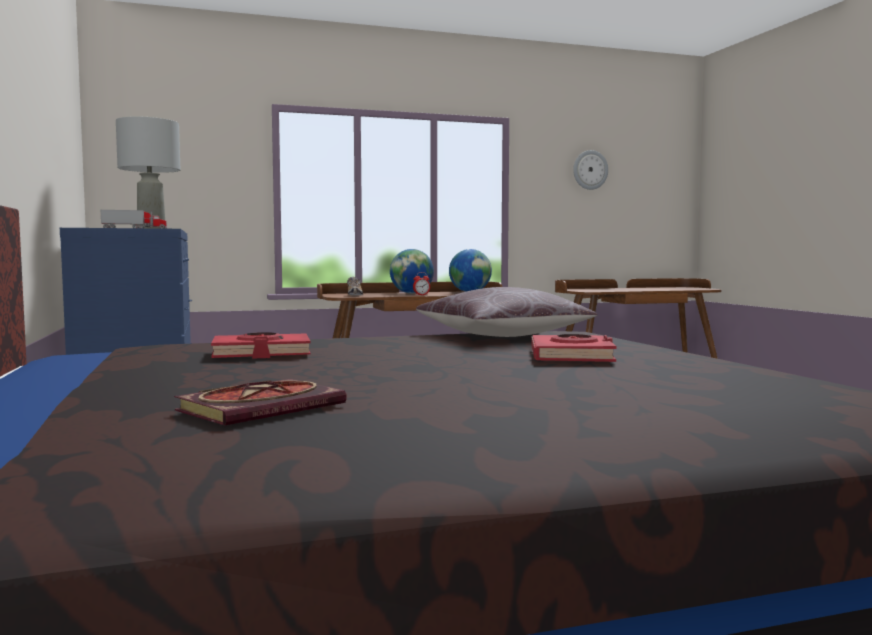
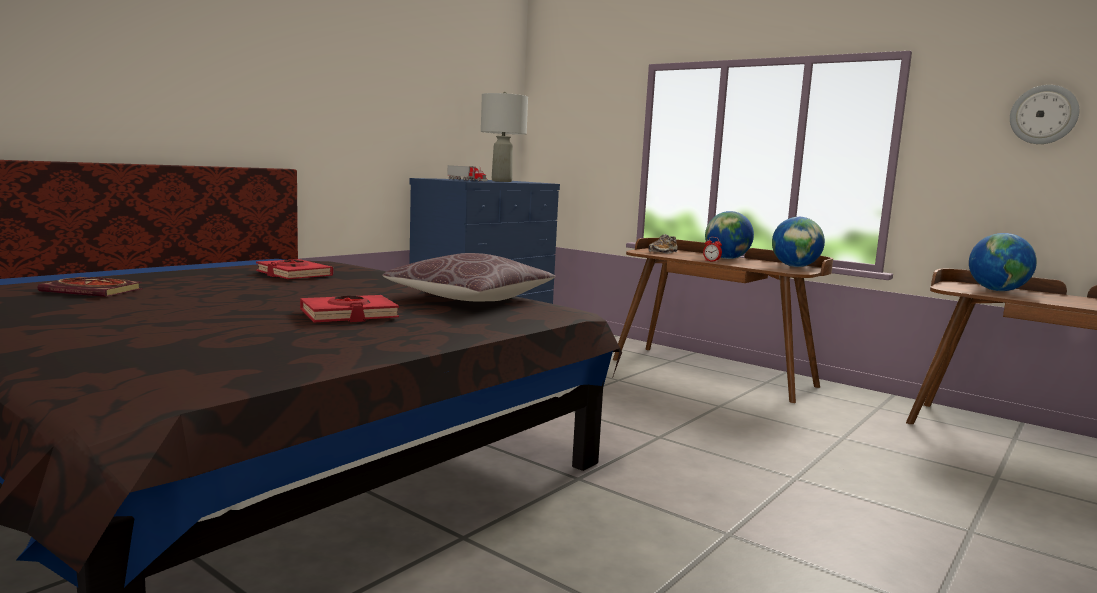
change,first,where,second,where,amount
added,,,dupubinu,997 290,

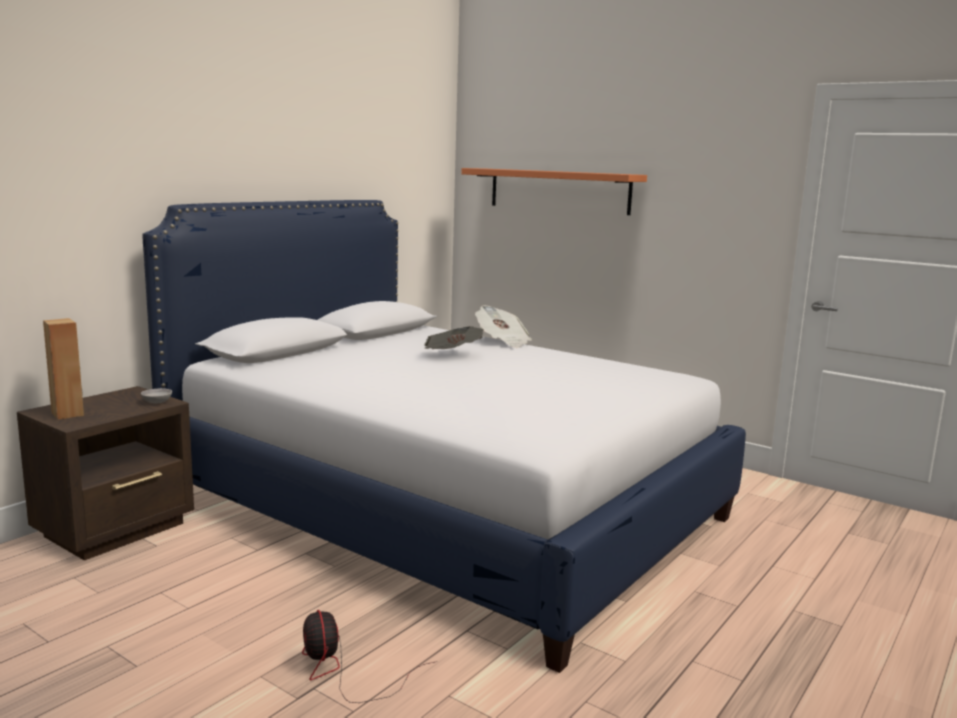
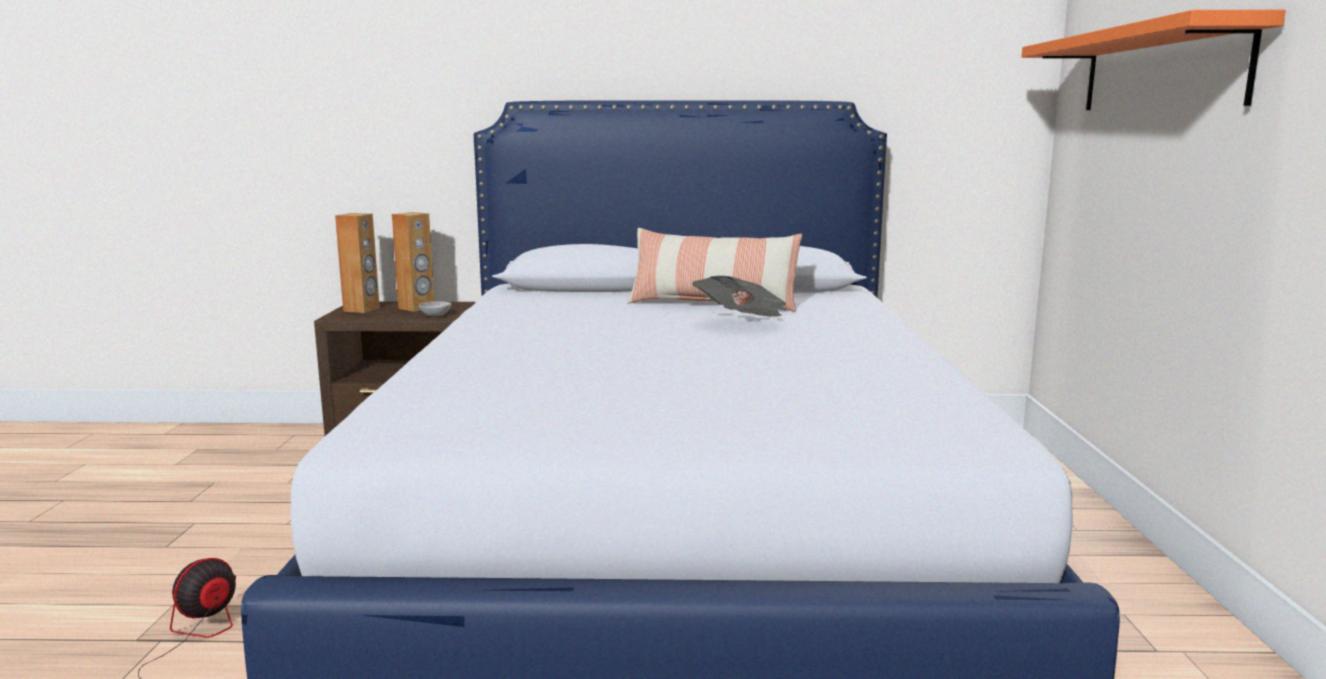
change,first,where,second,where,amount
removed,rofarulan,503 342,,,
added,,,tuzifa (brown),416 308,
added,,,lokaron,713 304,

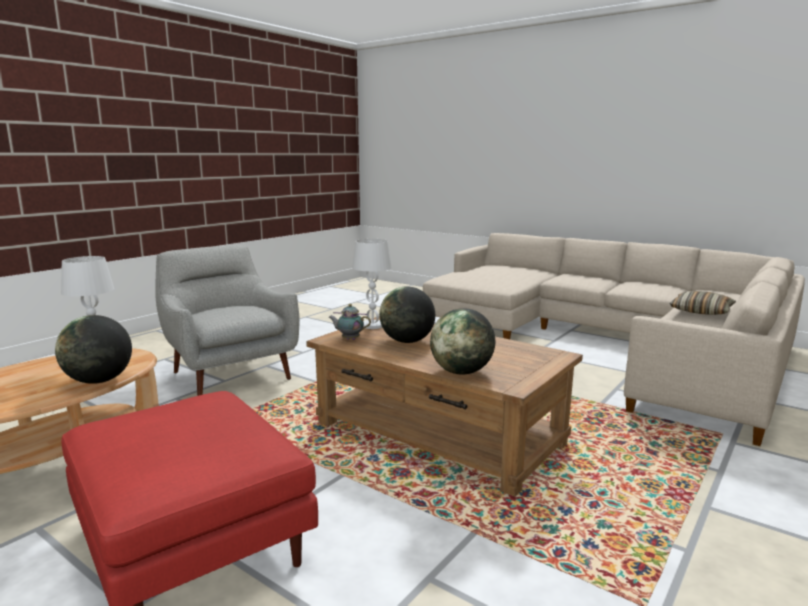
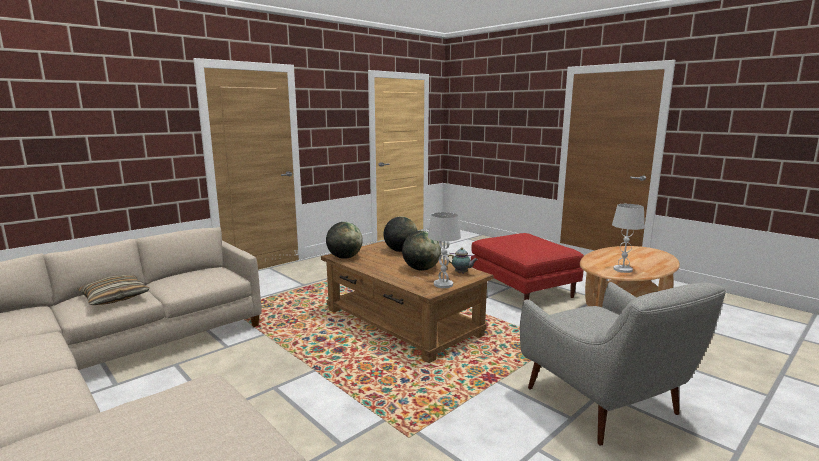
change,first,where,second,where,amount
moved,dupubinu,99 381,,344 257,

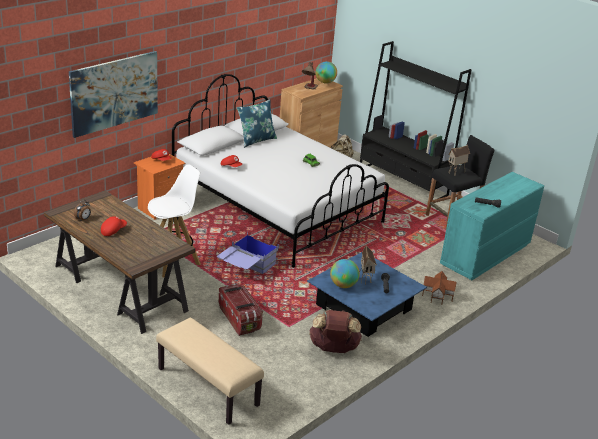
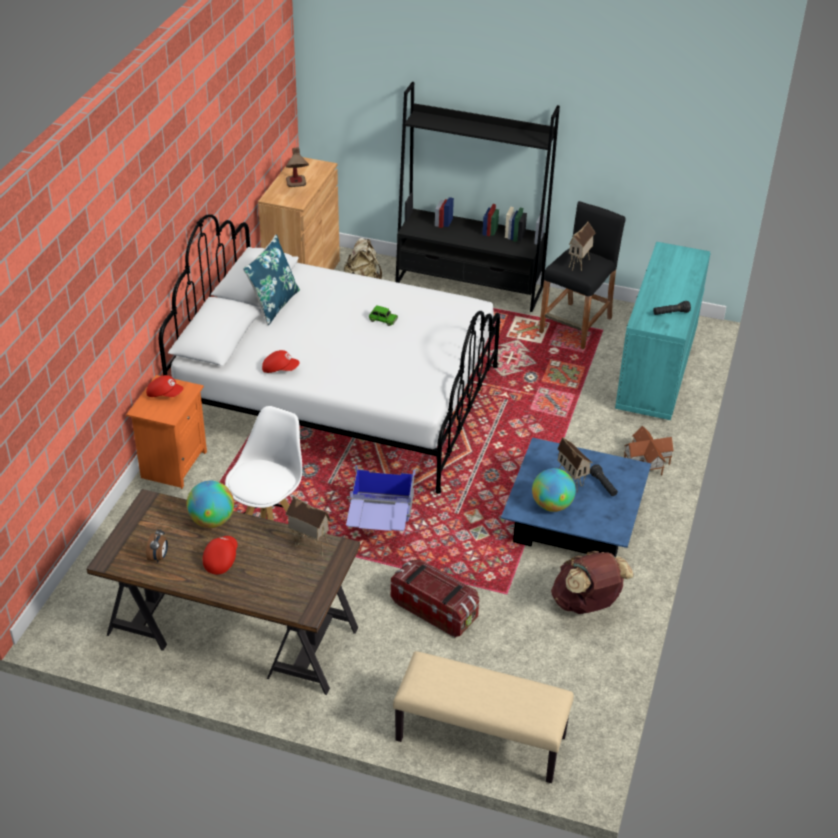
change,first,where,second,where,amount
removed,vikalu,114 93,,,
moved,dupubinu,325 82,,212 521,
added,,,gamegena,309 546,

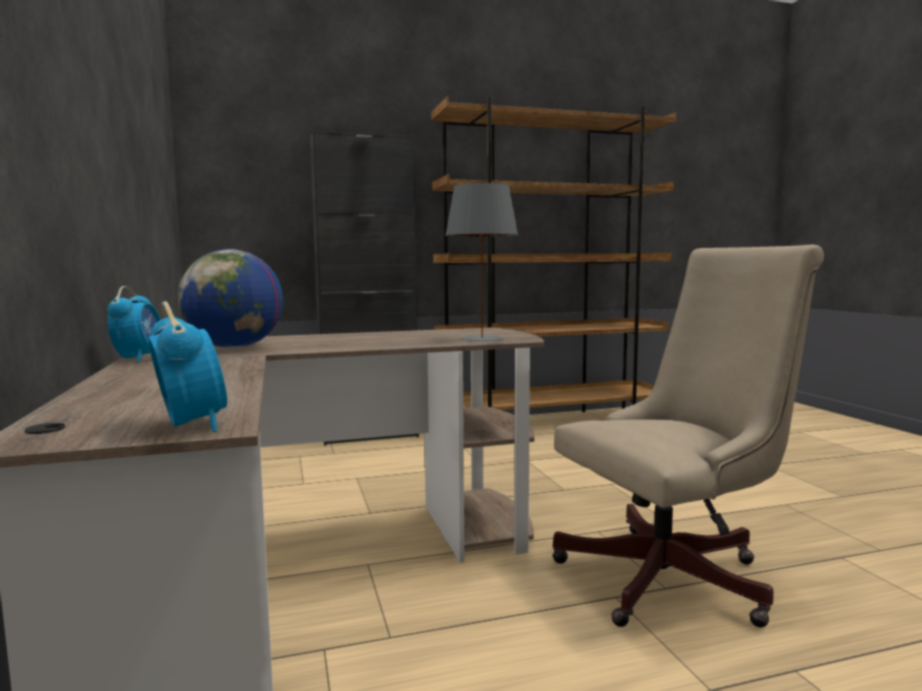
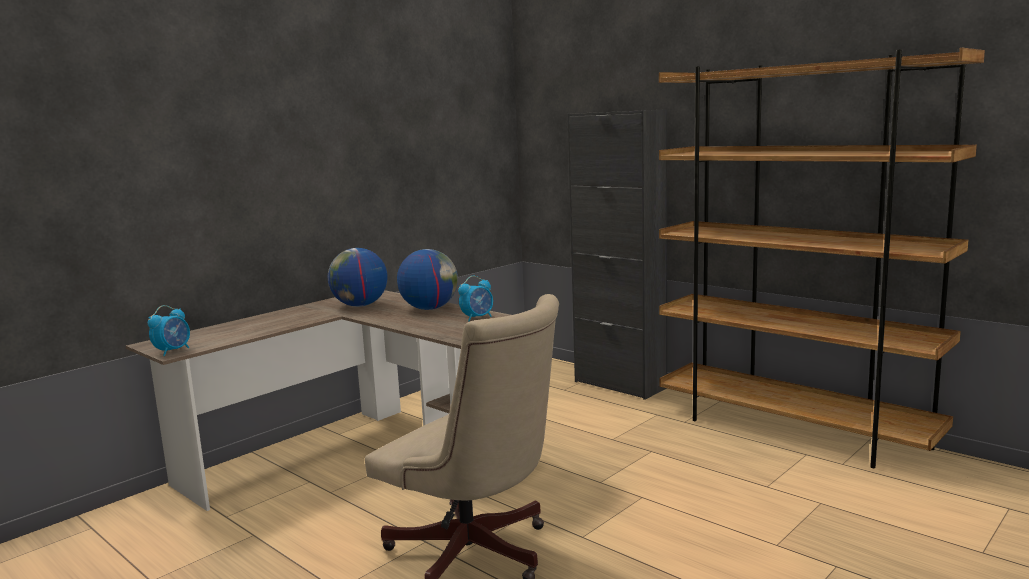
change,first,where,second,where,amount
moved,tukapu,139 359,,477 318,
removed,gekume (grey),481 339,,,
added,,,dupubinu,429 308,

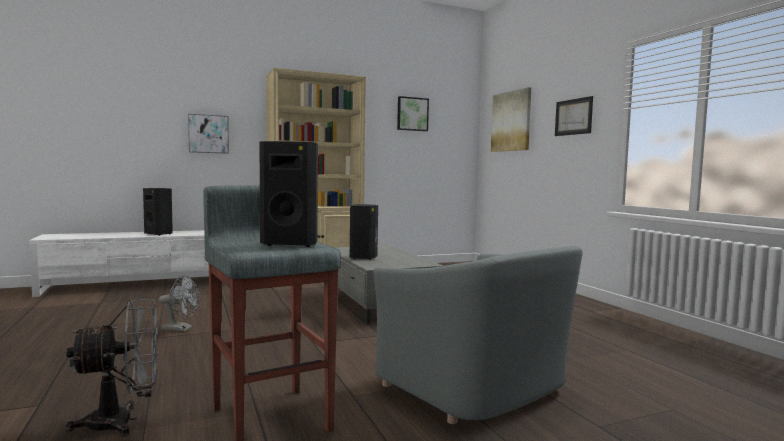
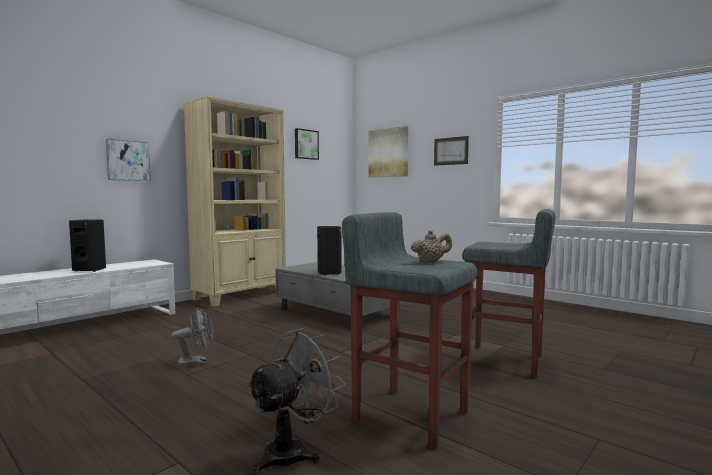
change,first,where,second,where,amount
replaced,tuzifa (black),292 244,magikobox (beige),431 261,
replaced,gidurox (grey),476 388,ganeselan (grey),505 361,

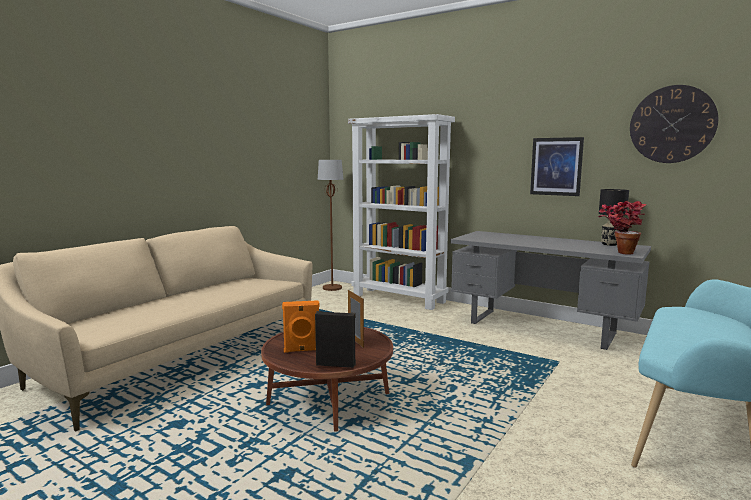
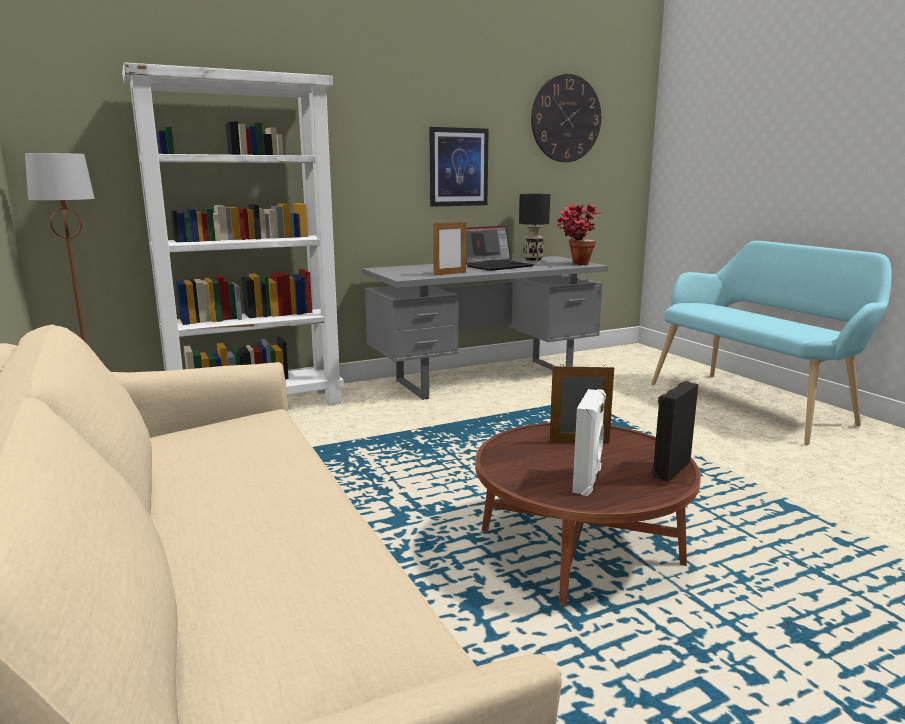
change,first,where,second,where,amount
recoloured,tuzifa (orange),302 350,tuzifa (white),588 481,
added,,,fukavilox,450 274,
added,,,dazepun,497 266,

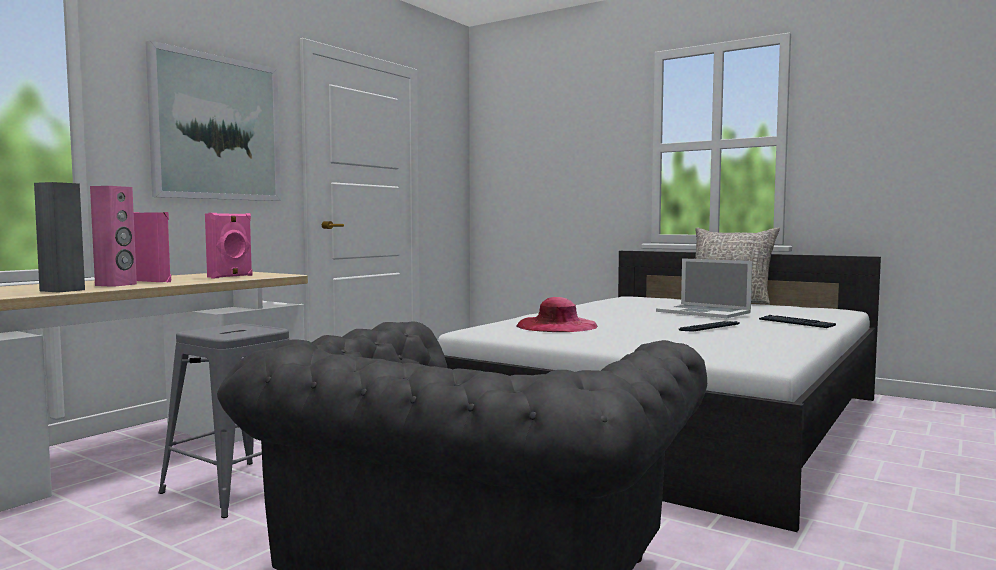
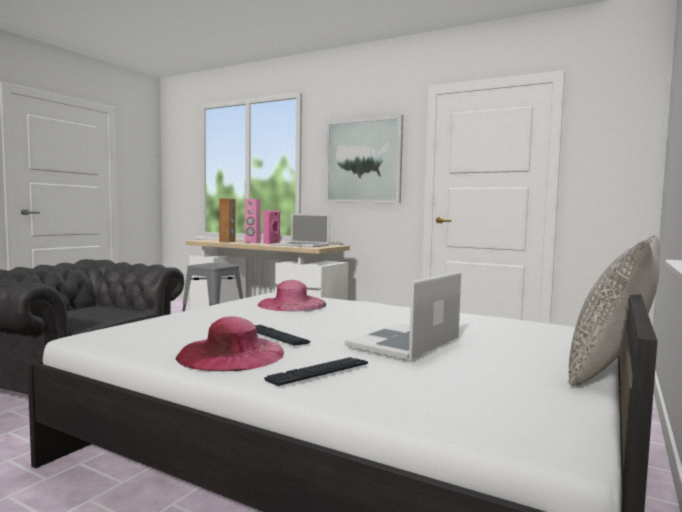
change,first,where,second,where,amount
recoloured,tuzifa (grey),63 290,tuzifa (brown),227 241,
replaced,tuzifa (pink),231 276,dazepun,301 245,
added,,,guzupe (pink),231 354,

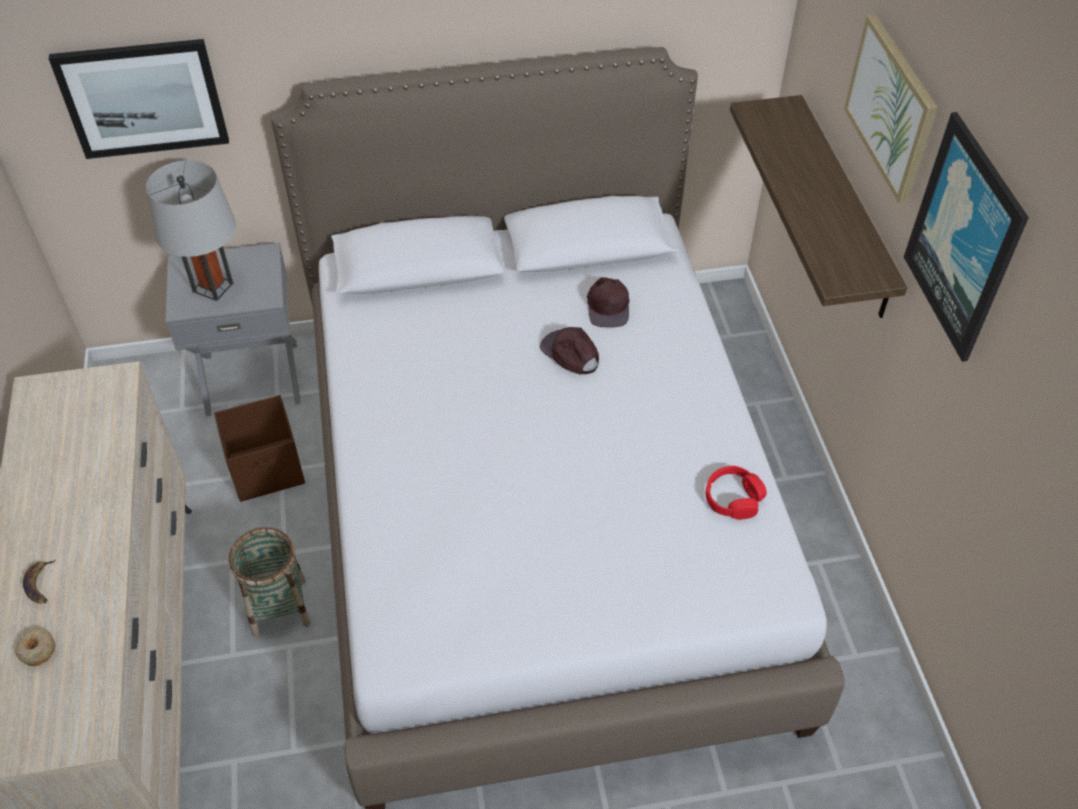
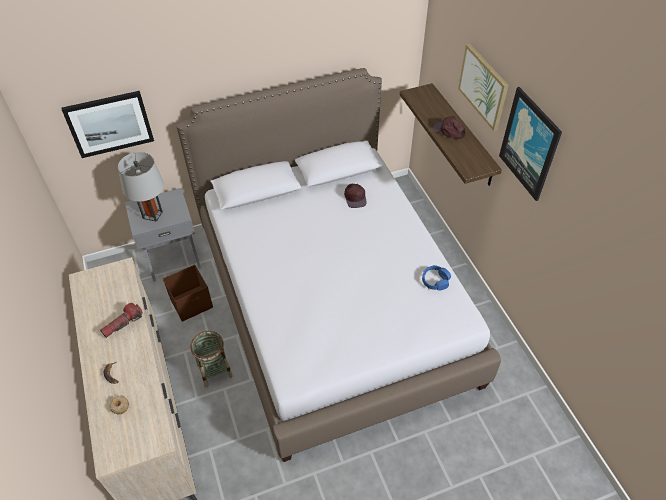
change,first,where,second,where,amount
moved,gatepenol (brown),570 354,,449 131,
recoloured,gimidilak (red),733 498,gimidilak (blue),435 281,
added,,,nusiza,123 324,

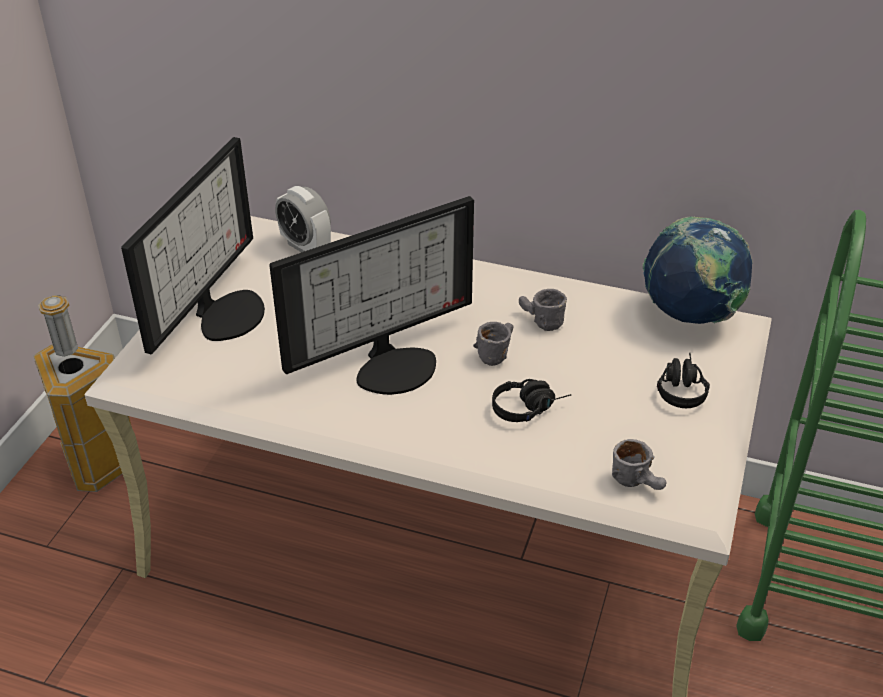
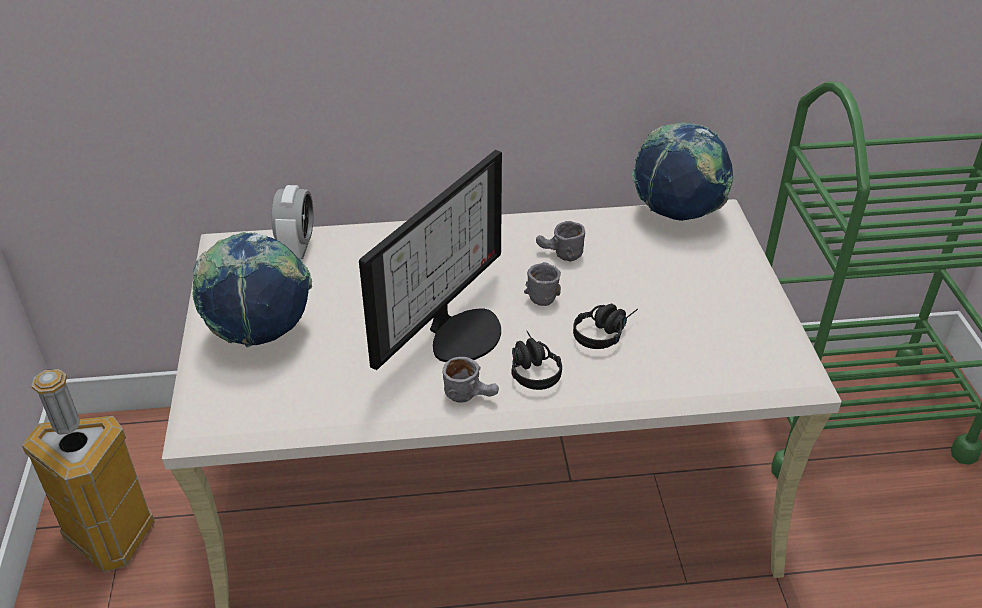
change,first,where,second,where,amount
replaced,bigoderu,224 313,dupubinu,260 332,
turned,tukapu,305 247,,297 247,105 degrees counterclockwise
moved,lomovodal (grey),639 482,,471 395,
moved,gimidilak (black),680 387,,531 368,

